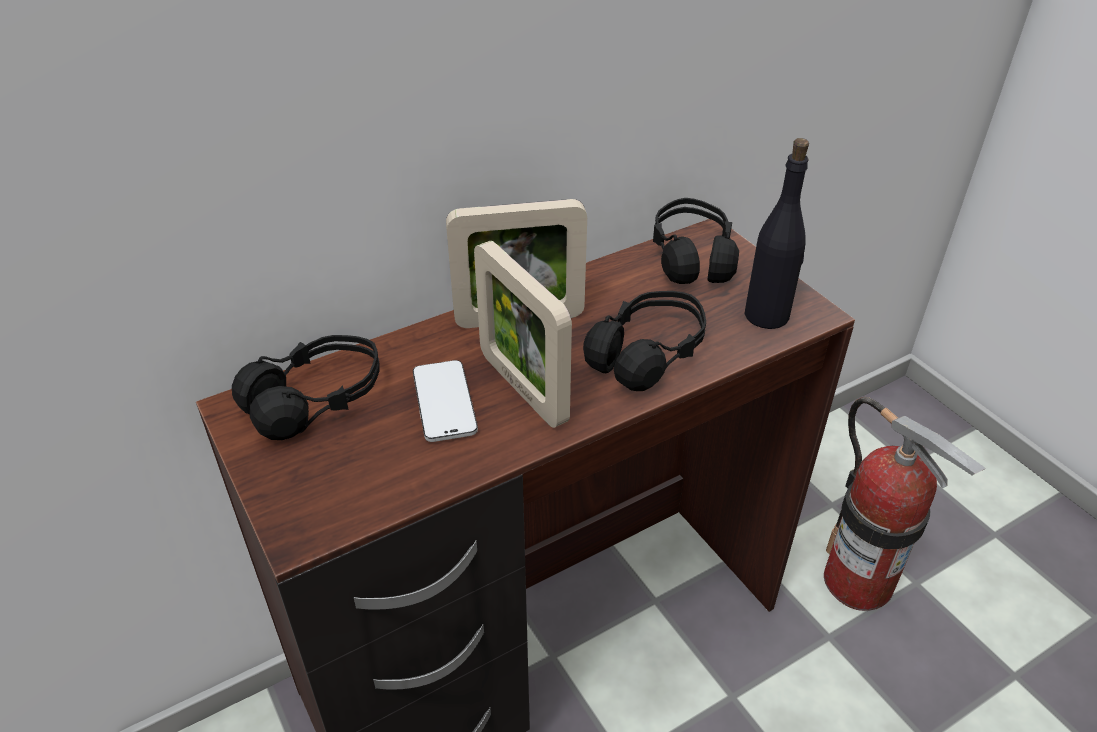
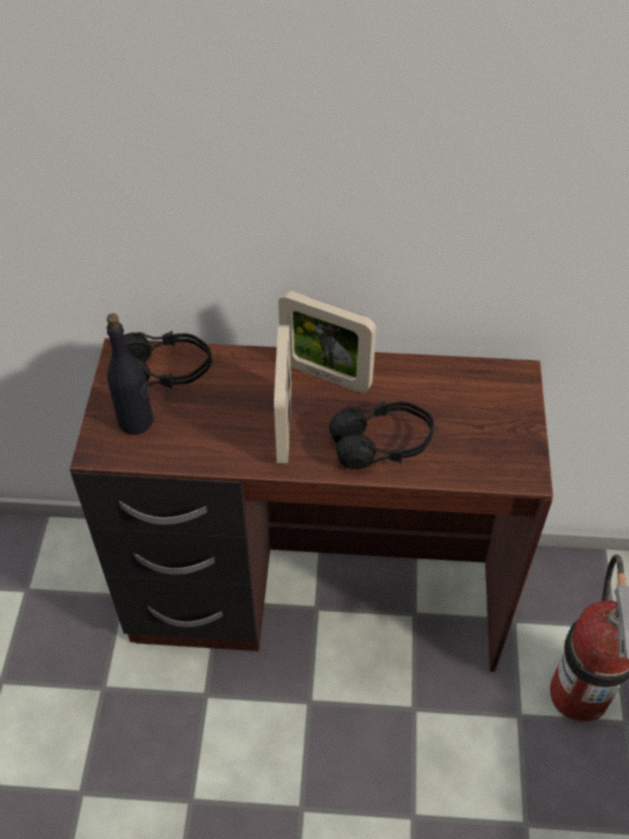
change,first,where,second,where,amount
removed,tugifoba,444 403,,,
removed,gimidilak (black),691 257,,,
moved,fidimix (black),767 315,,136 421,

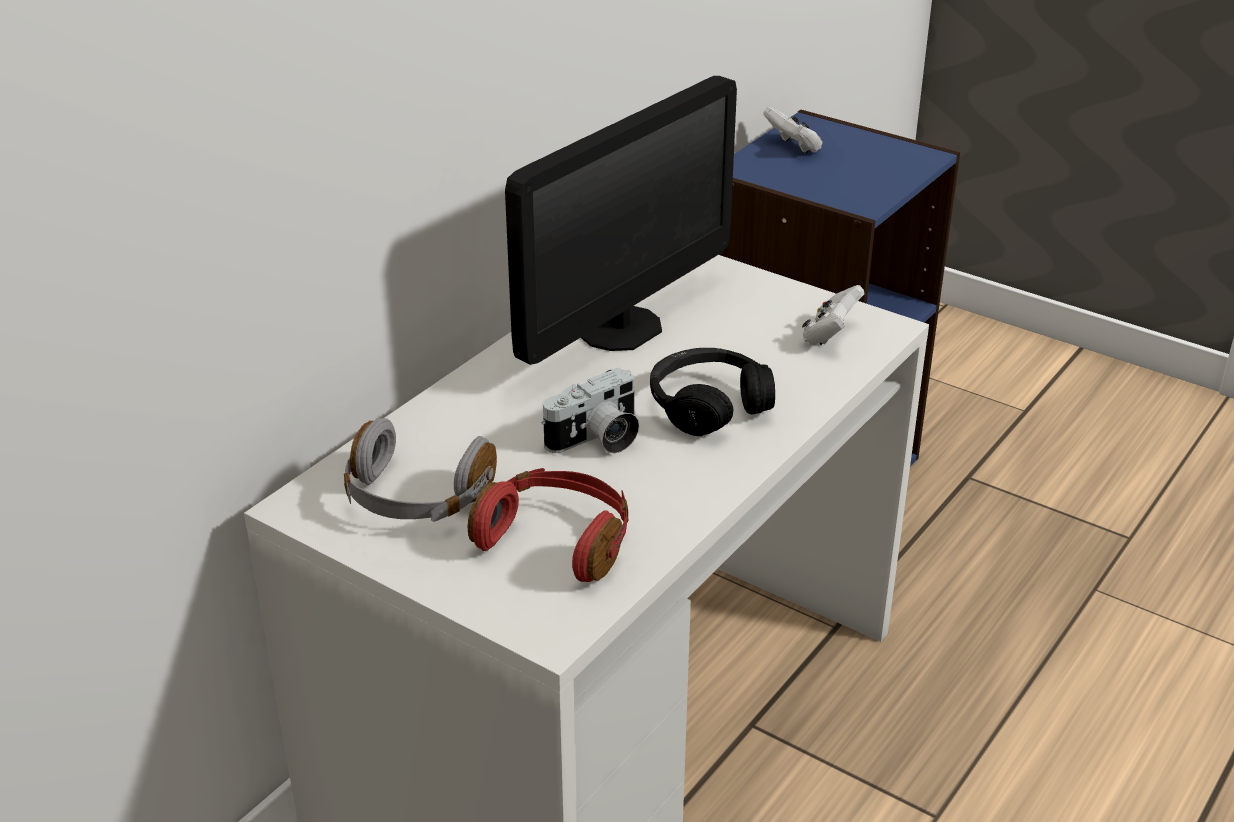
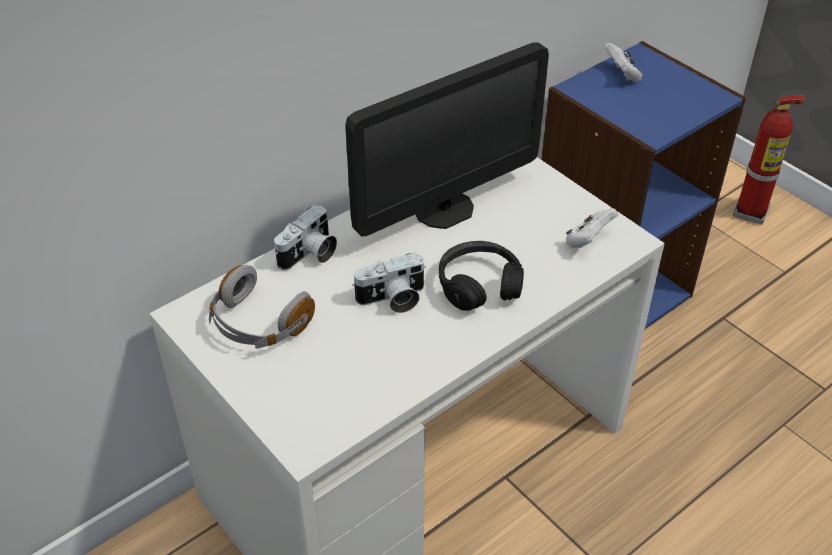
change,first,where,second,where,amount
removed,gimidilak (red),557 540,,,
added,,,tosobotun,310 255,
added,,,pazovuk,751 212,

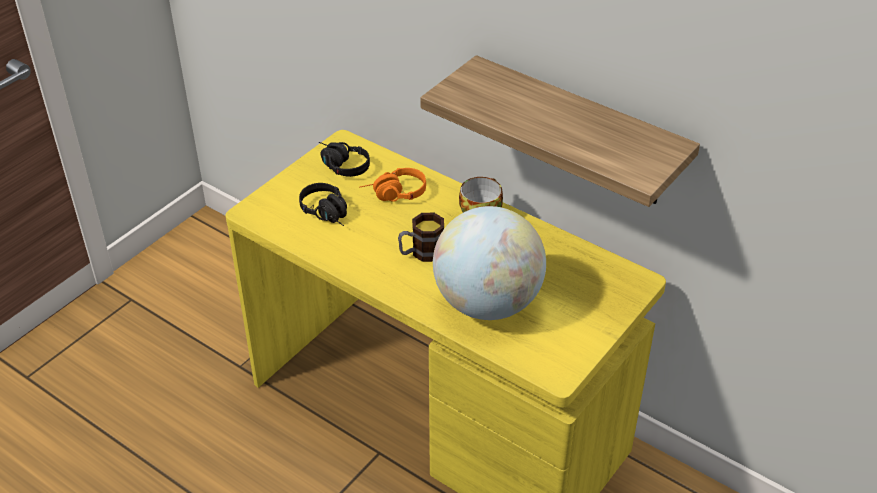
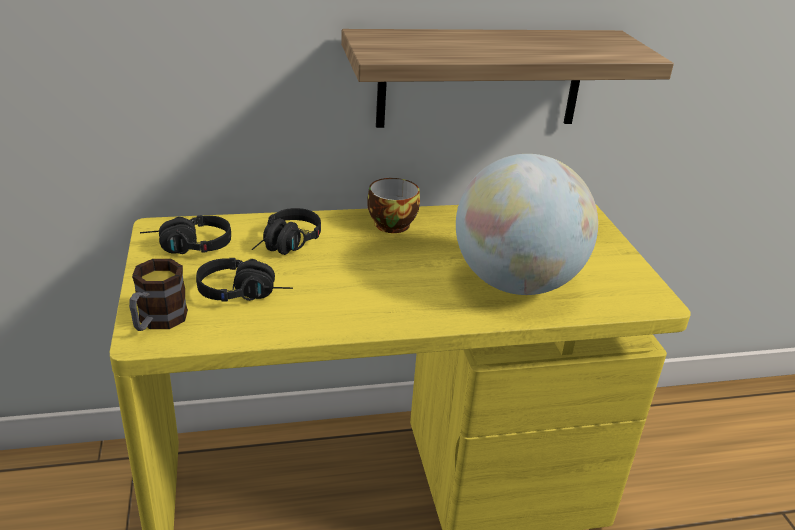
change,first,where,second,where,amount
recoloured,gimidilak (orange),393 195,gimidilak (black),286 245,
moved,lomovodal,421 253,,157 321,

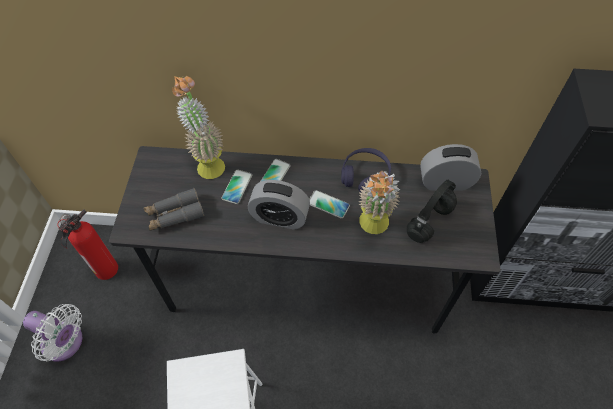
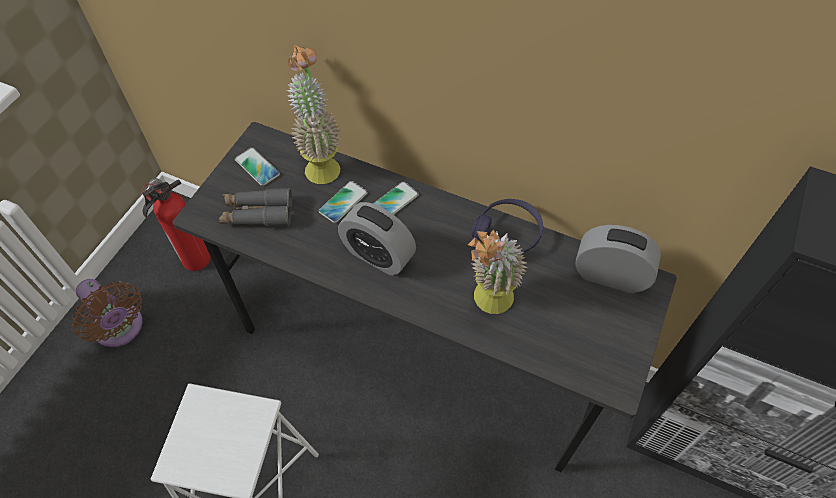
change,first,where,second,where,amount
recoloured,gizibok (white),65 343,gizibok (brown),121 329,
moved,tugifoba,328 204,,257 167,
removed,gimidilak (black),429 223,,,

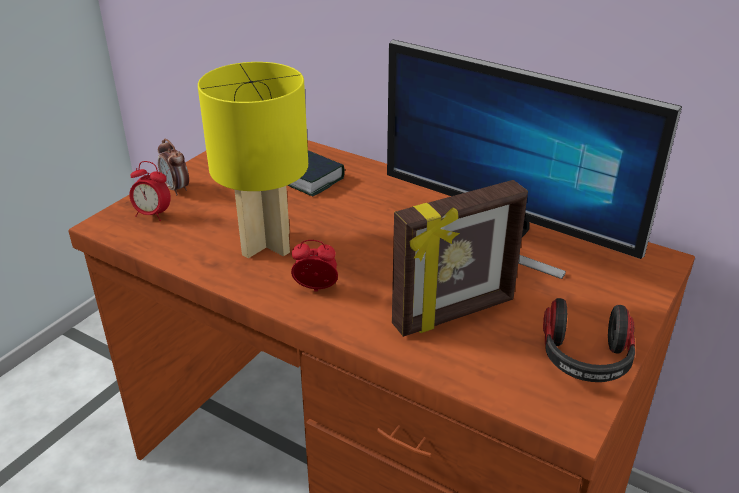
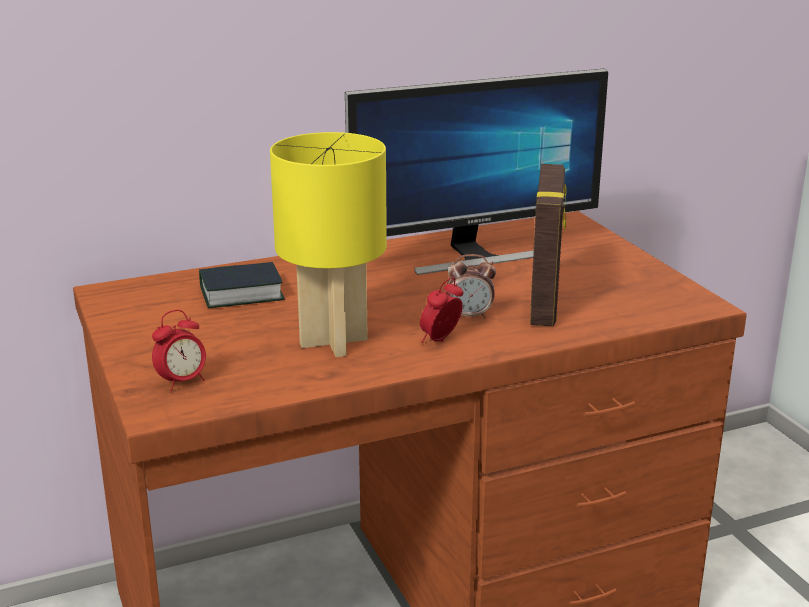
change,first,where,second,where,amount
moved,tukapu,176 189,,470 316,
removed,gimidilak,585 360,,,

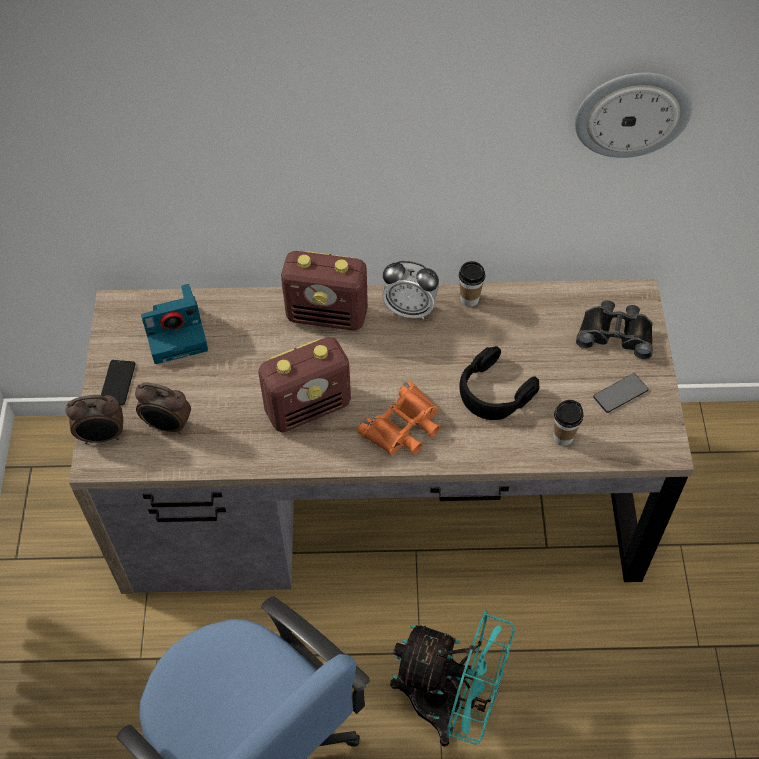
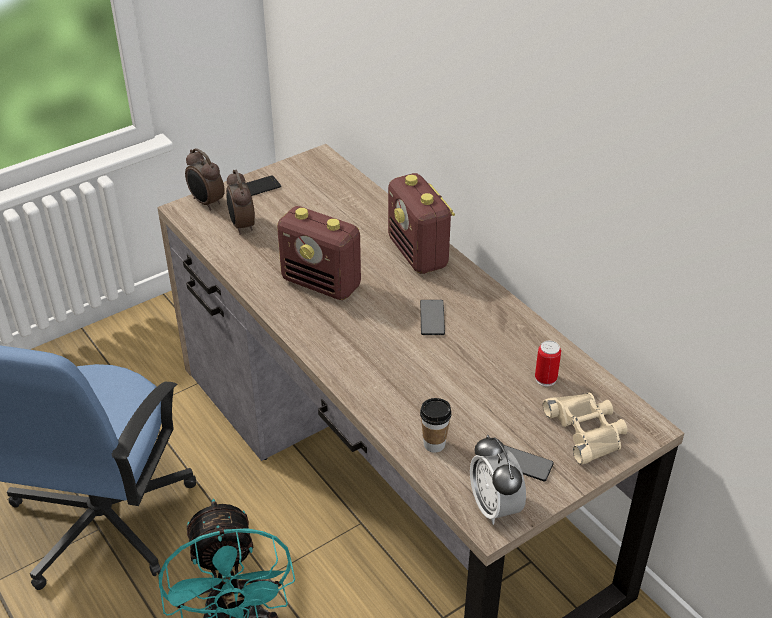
change,first,where,second,where,amount
removed,tosobotun,177 333,,,
removed,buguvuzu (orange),404 426,,,
moved,tukapu,410 309,,494 507,
removed,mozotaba,469 299,,,
removed,gimidilak (black),493 392,,,
removed,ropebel,632 113,,,
recoloured,buguvuzu (black),615 333,buguvuzu (beige),587 430,
added,,,tugifoba,432 318,
added,,,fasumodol,545 379,

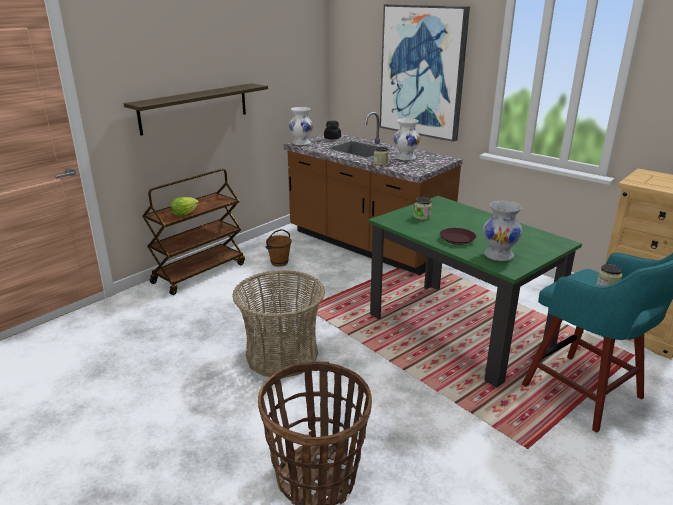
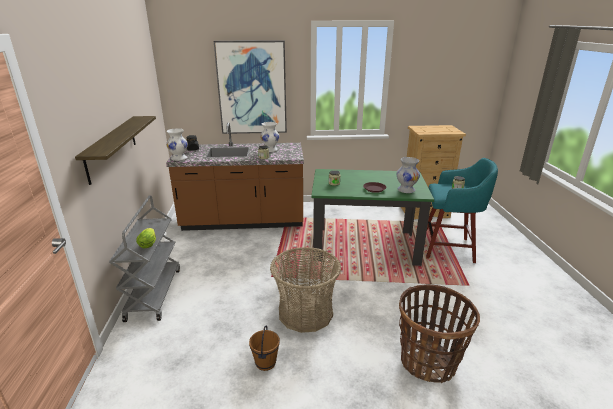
change,first,where,second,where,amount
recoloured,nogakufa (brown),199 273,nogakufa (grey),154 293,
moved,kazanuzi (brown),279 262,,265 363,

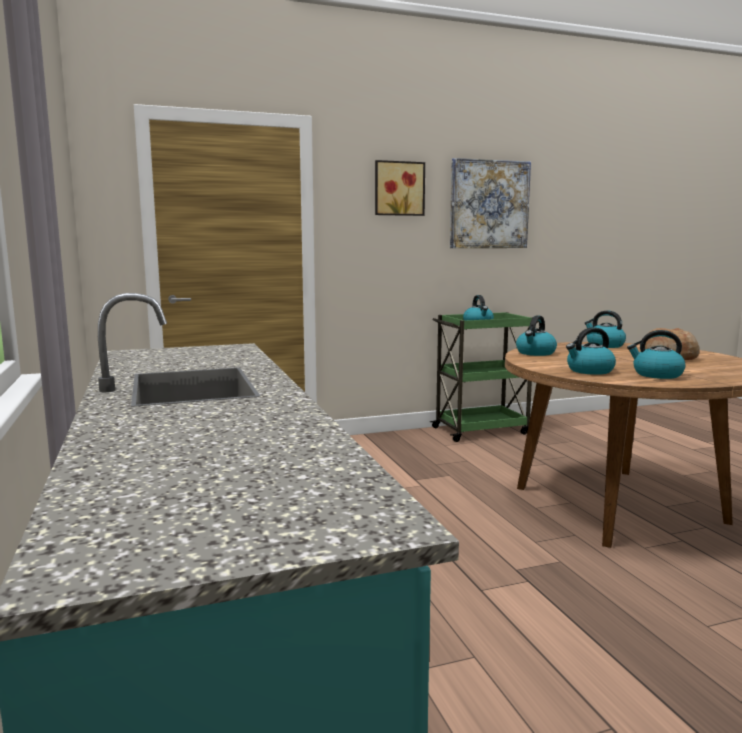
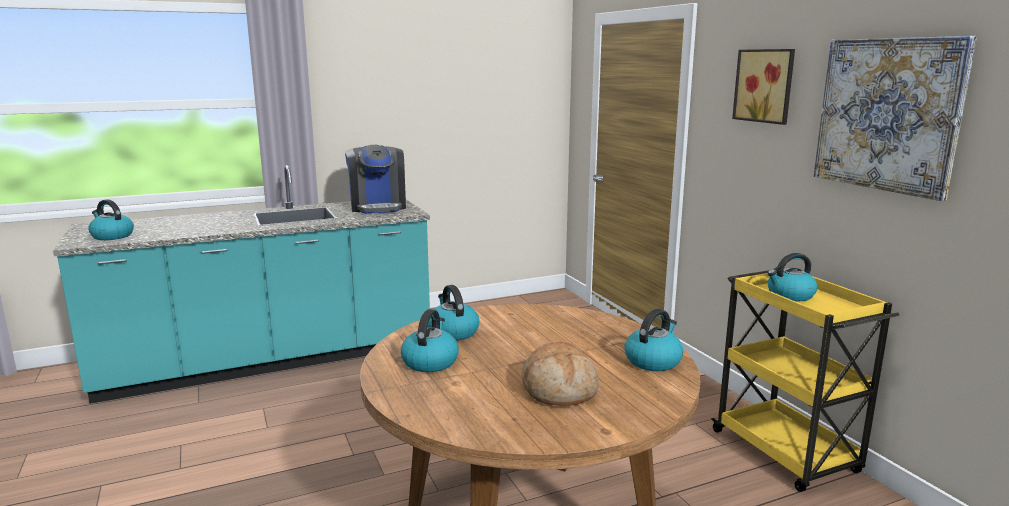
change,first,where,second,where,amount
recoloured,nogakufa (green),481 430,nogakufa (yellow),786 453,
moved,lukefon,535 353,,112 236,
added,,,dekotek,378 207,

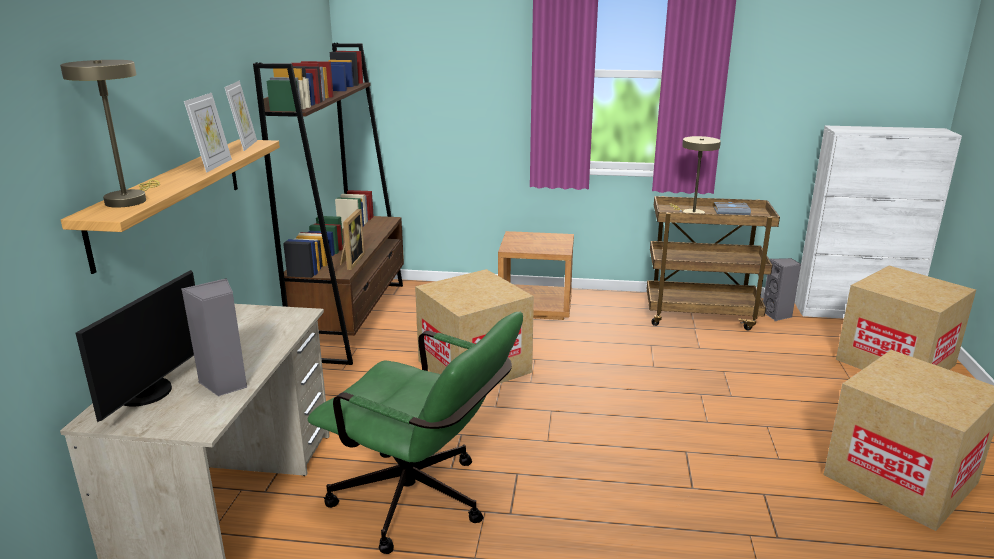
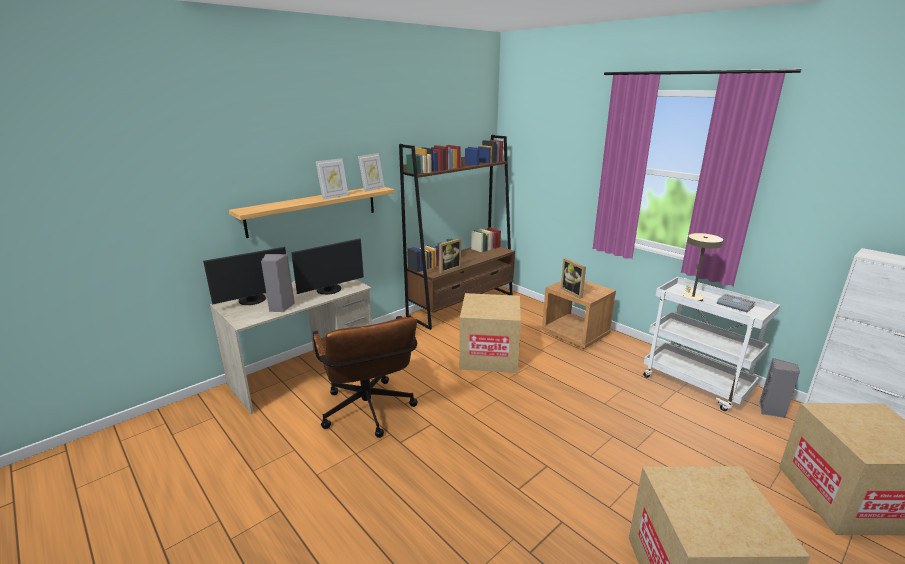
change,first,where,second,where,amount
removed,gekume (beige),128 199,,,
recoloured,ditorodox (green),422 503,ditorodox (brown),369 414,
recoloured,nogakufa (brown),701 315,nogakufa (white),696 385,
added,,,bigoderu,330 290,
added,,,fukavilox,573 292,

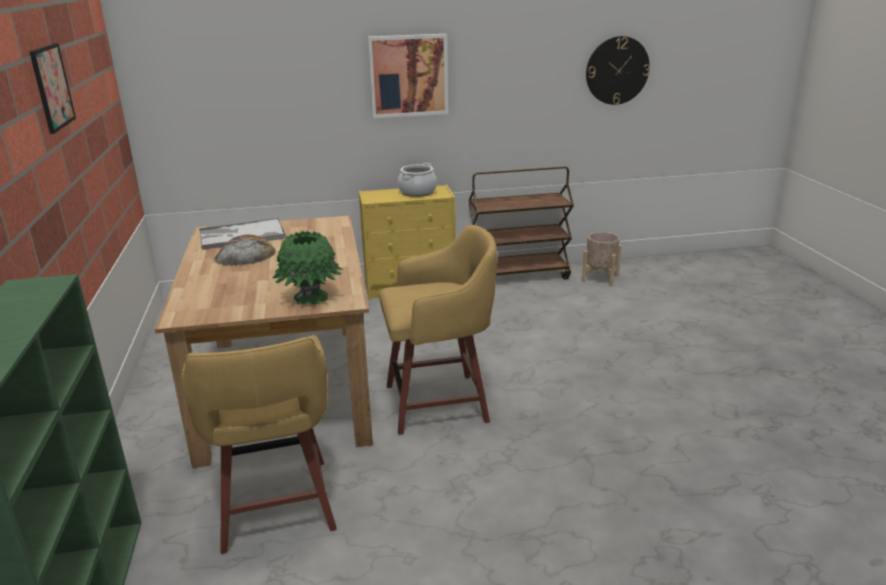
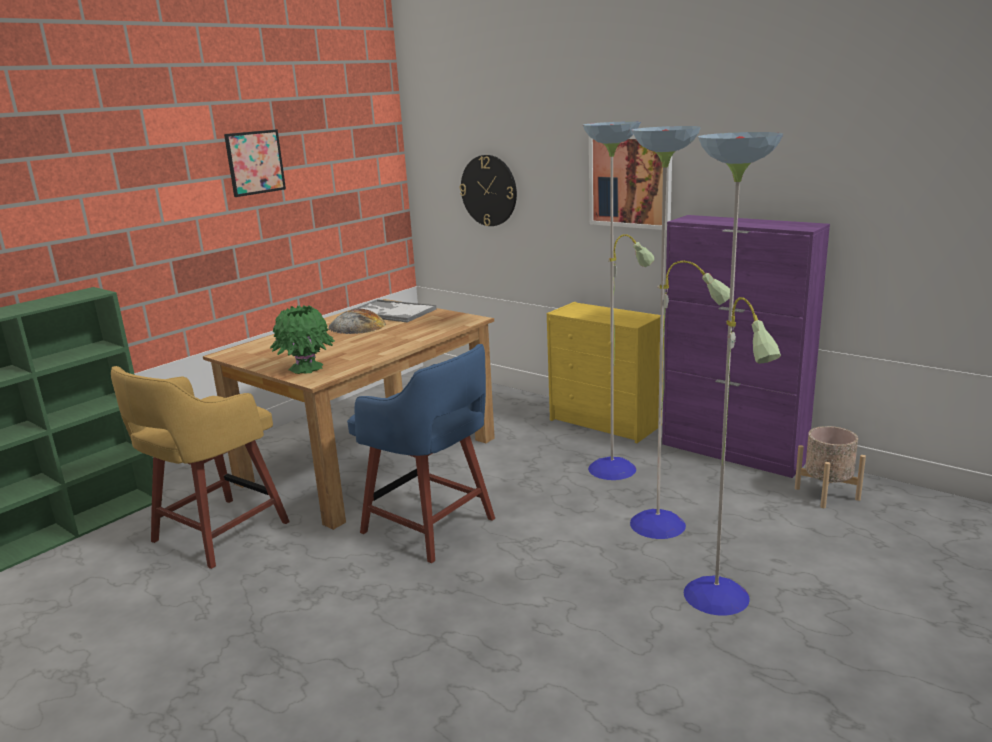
change,first,where,second,where,amount
recoloured,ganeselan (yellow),440 403,ganeselan (blue),431 527,
removed,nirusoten,417 192,,,
replaced,nogakufa (brown),518 275,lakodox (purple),733 452,
moved,ropebel,617 70,,489 190,
added,,,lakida,661 523,

